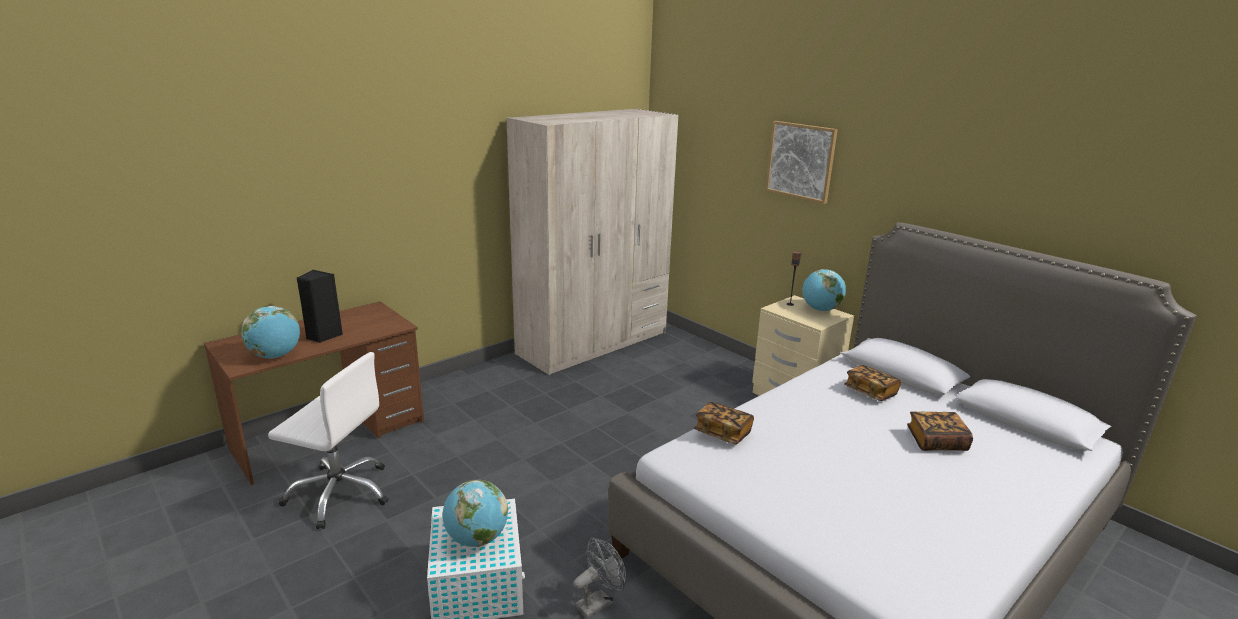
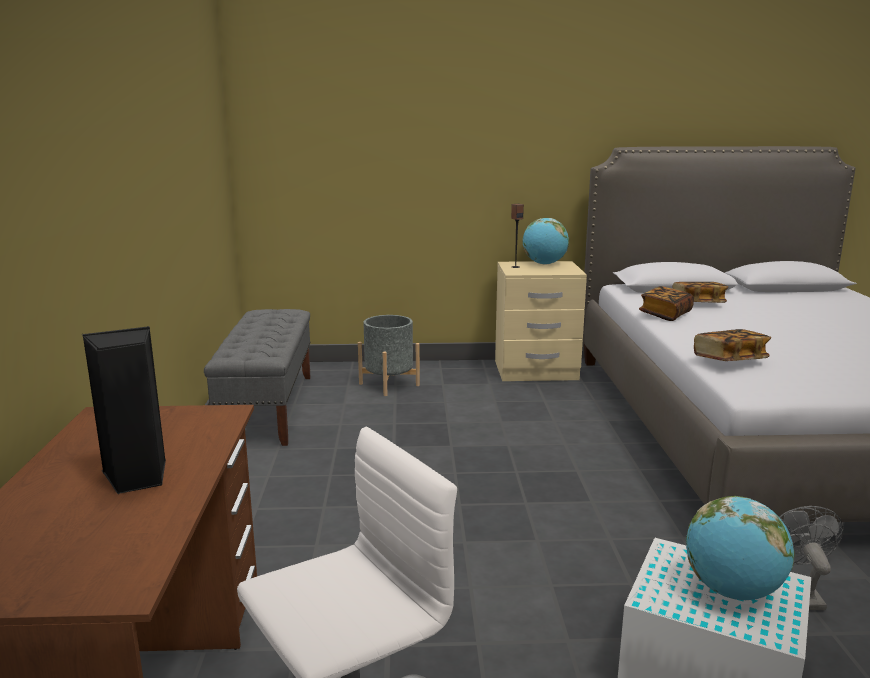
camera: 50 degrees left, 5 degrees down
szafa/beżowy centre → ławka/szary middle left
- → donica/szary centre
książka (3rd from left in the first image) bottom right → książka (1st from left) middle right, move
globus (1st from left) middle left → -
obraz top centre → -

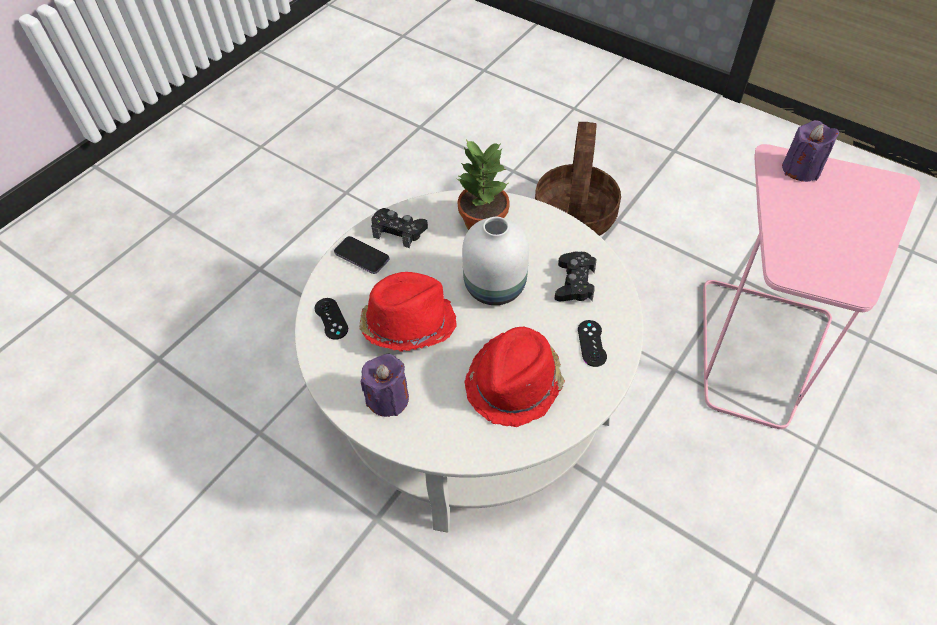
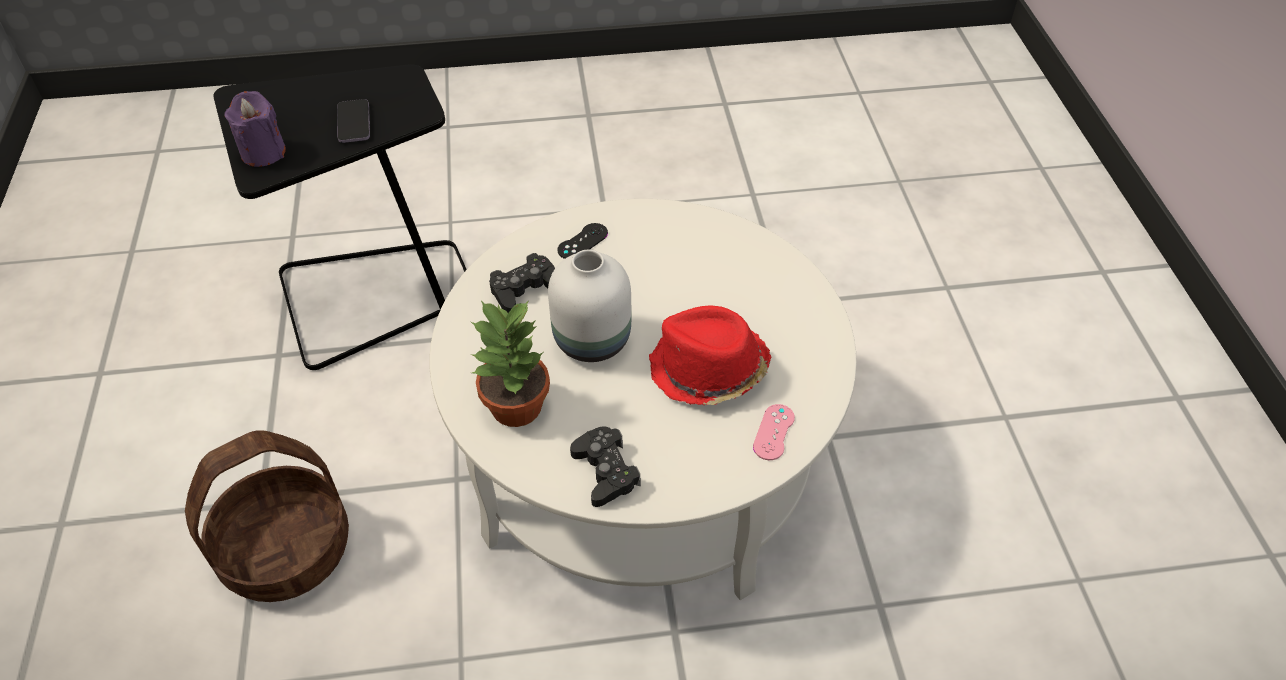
camera: 135 degrees left, 5 degrees down
stolik/różowy middle right → stolik/czarny top left
telefon centre → telefon top left, move
pad do gier/czarny (1st from left) centre → pad do gier/różowy centre
świeca/fioletowy (1st from left) centre → -
kapelusz/czerwony (2nd from left) centre → -

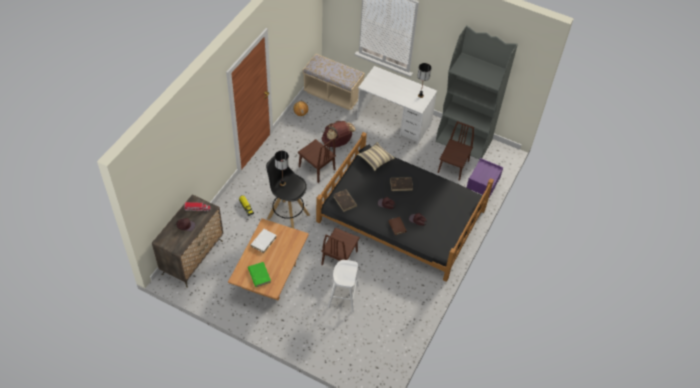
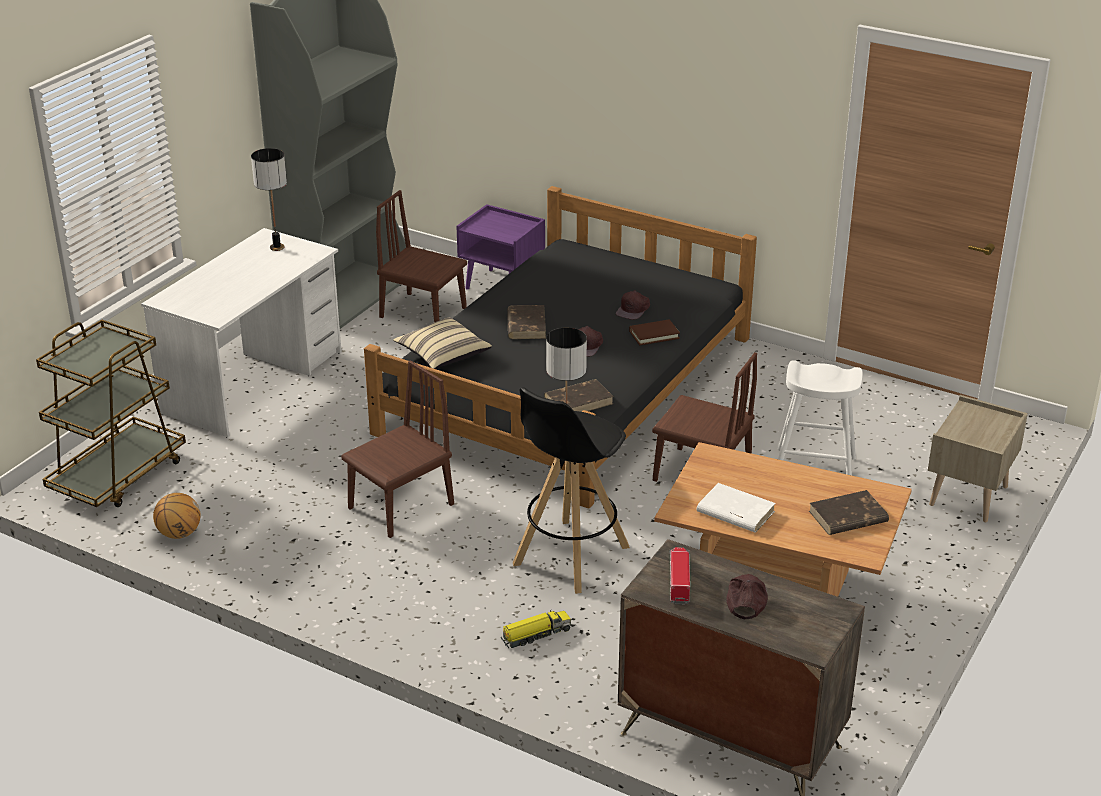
camera: 85 degrees left, 20 degrees down
ławka/beżowy top centre → wózek/brązowy middle left
książka/zielony bottom centre → książka/brązowy (4th from left) middle right
- → szafka nocna/beżowy middle right
plecak/brązowy centre → -

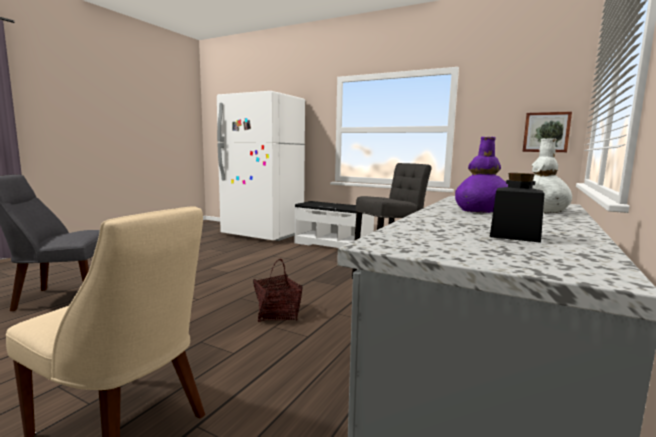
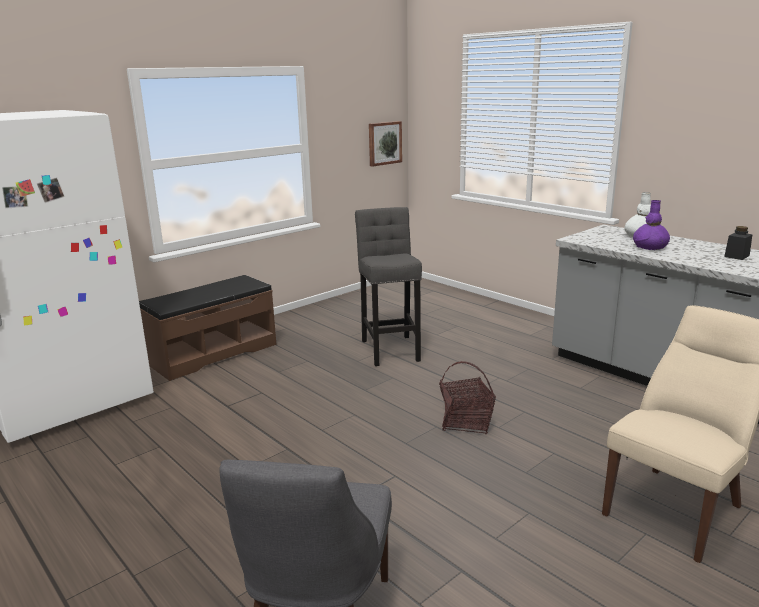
camera: 70 degrees left, 10 degrees up
ławka/biały centre → ławka/brązowy middle left

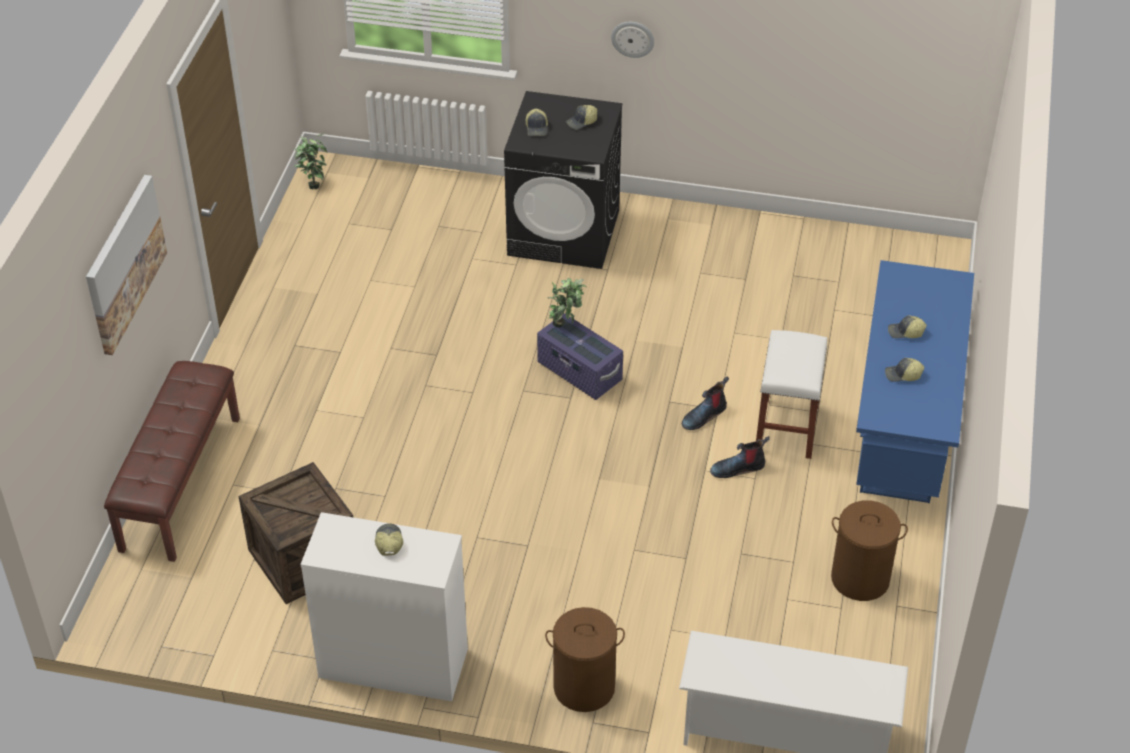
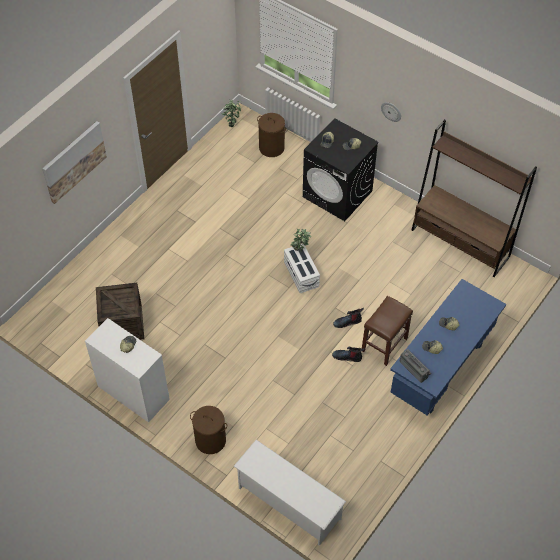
camera: 25 degrees right, 10 degrees up
kosz na pranie/brązowy (2nd from left) bottom right → kosz na pranie/brązowy (2nd from left) top centre, move
pojemnik do przechowywania/fioletowy centre → pojemnik do przechowywania/biały centre
stołek/biały middle right → stołek/brązowy middle right
- → radio middle right
- → regał/brązowy middle right
ławka/brązowy middle left → -

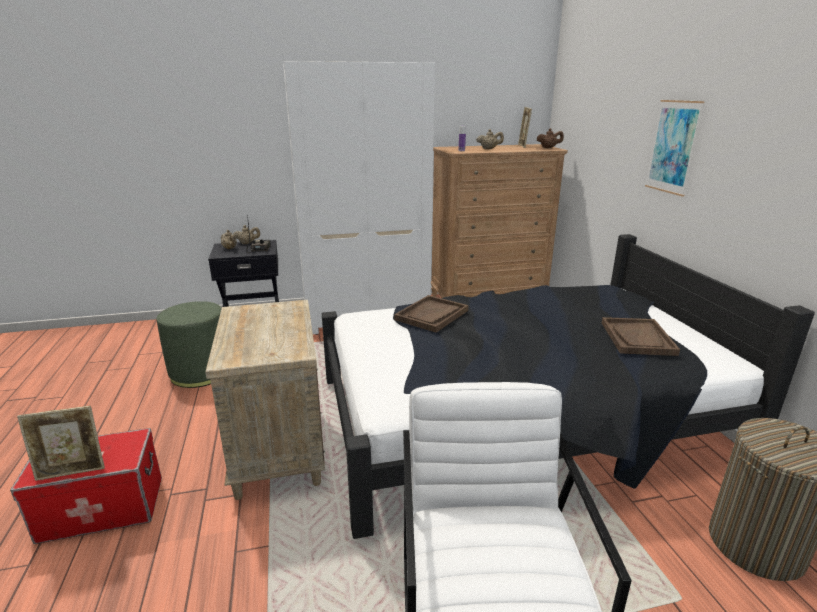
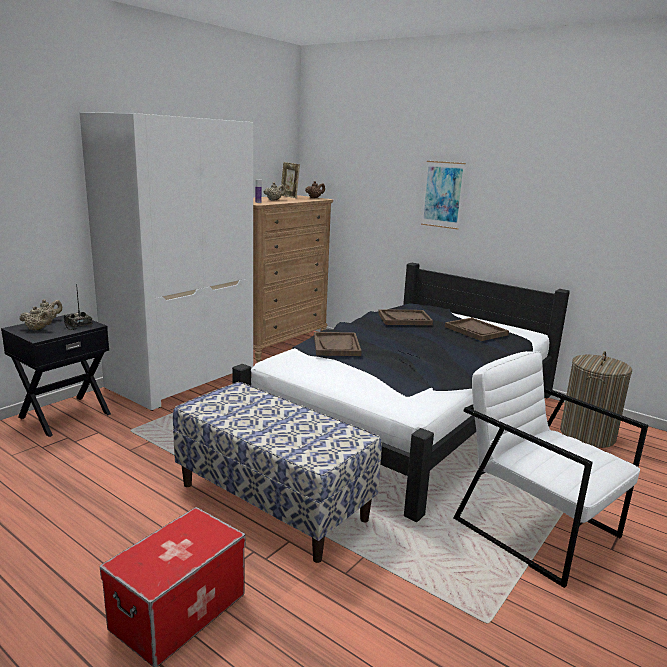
camera: 40 degrees left, 5 degrees down
szafka nocna/beżowy middle left → ławka bottom centre
- → taca/brązowy (2nd from left) centre
ramka na zdjęcie (1st from left) bottom left → -
pufa/zielony middle left → -

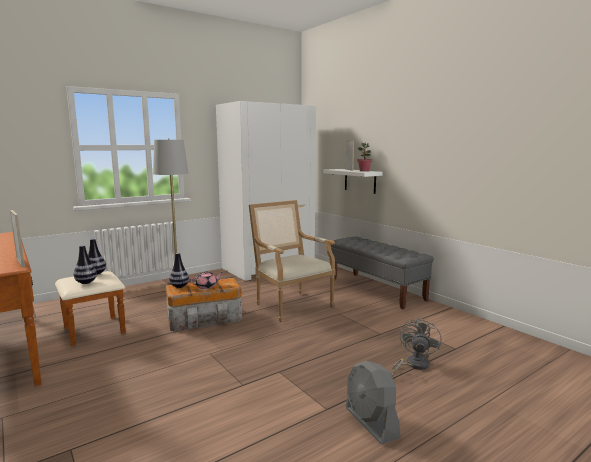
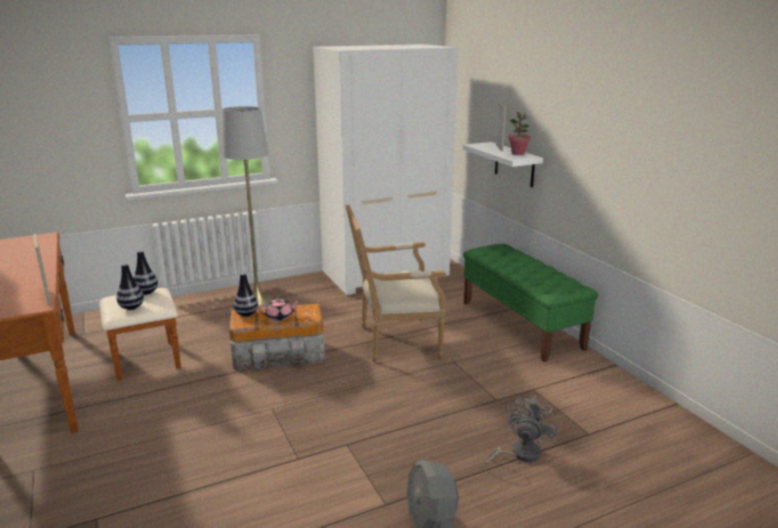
camera: 10 degrees right, 10 degrees up
fotel centre, 75 degrees counterclockwise
ławka/szary centre → ławka/zielony middle right

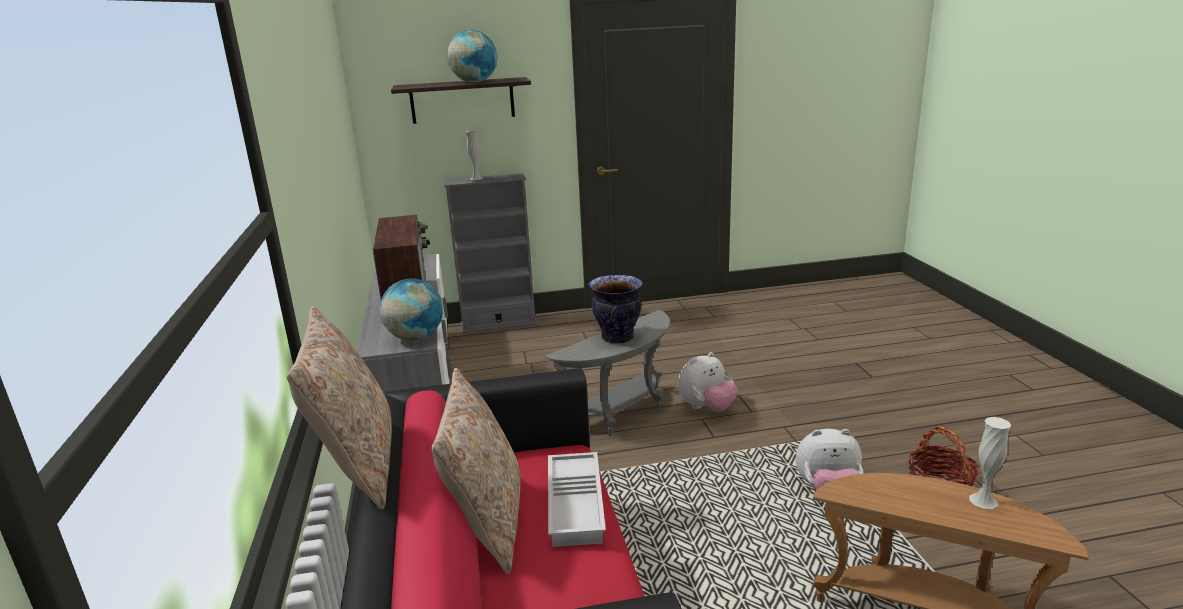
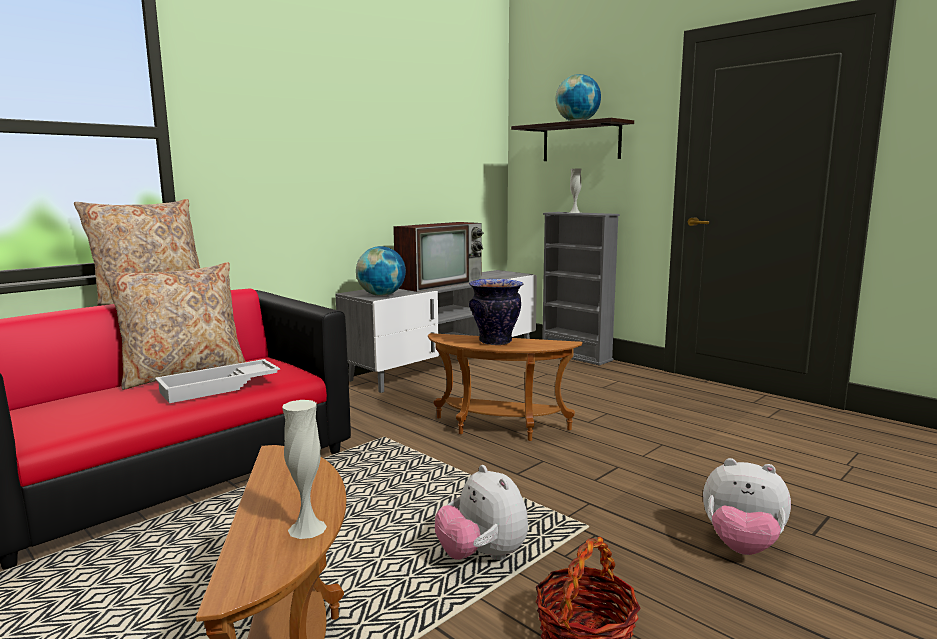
camera: 55 degrees right, 10 degrees down
stolik/szary centre → stolik/brązowy (2nd from left) centre
pluszak (1st from left in the first image) centre → pluszak (2nd from left) bottom right, move

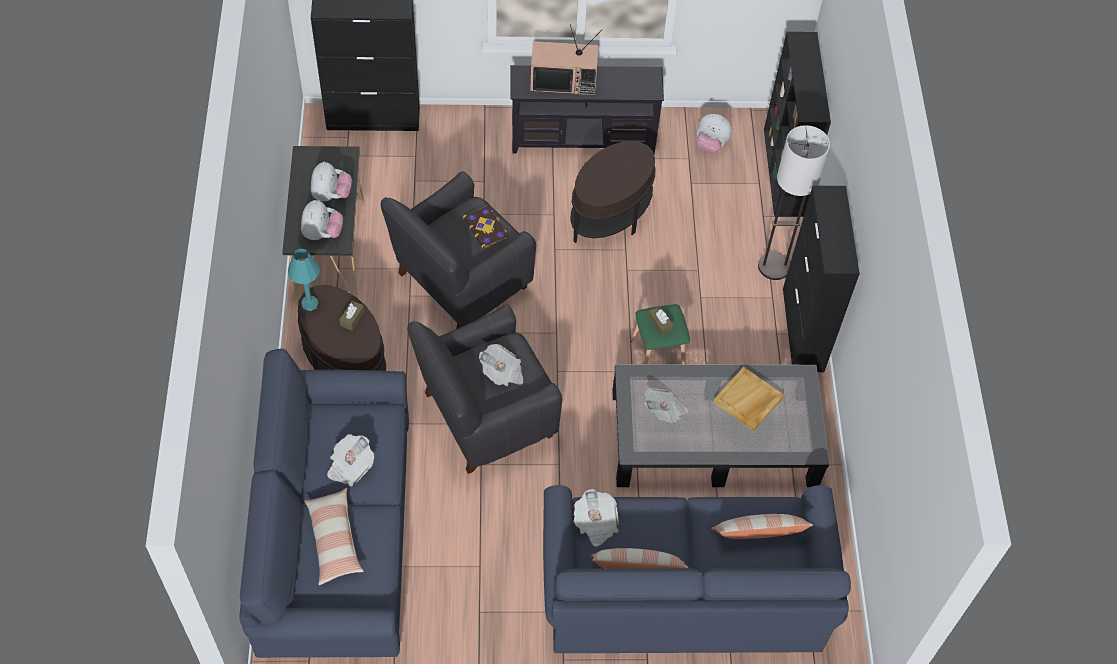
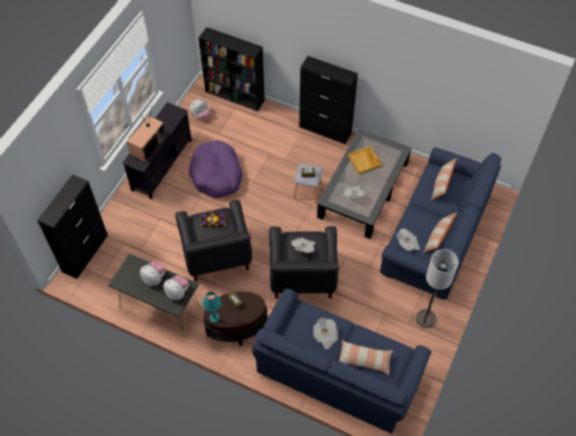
camera: 60 degrees left, 0 degrees up
stolik/brązowy (2nd from left) top centre → legowisko/fioletowy centre
stołek/zielony centre → stołek/szary centre
lampa stojąca top right → lampa stojąca middle right, move

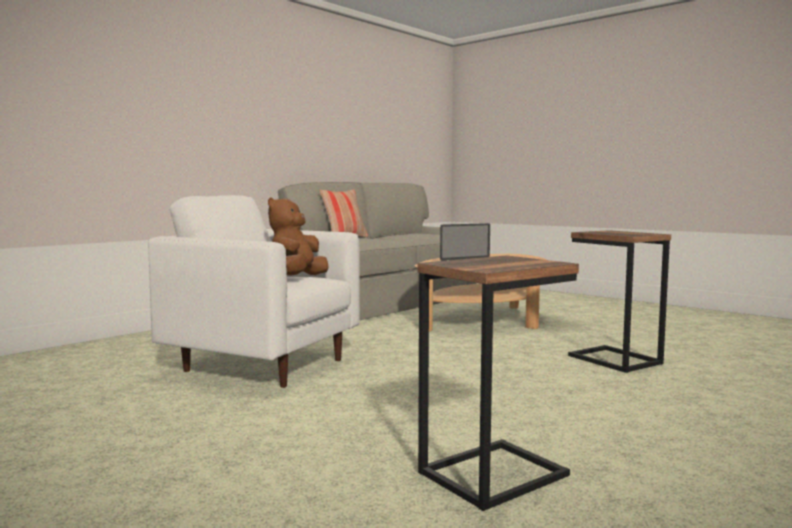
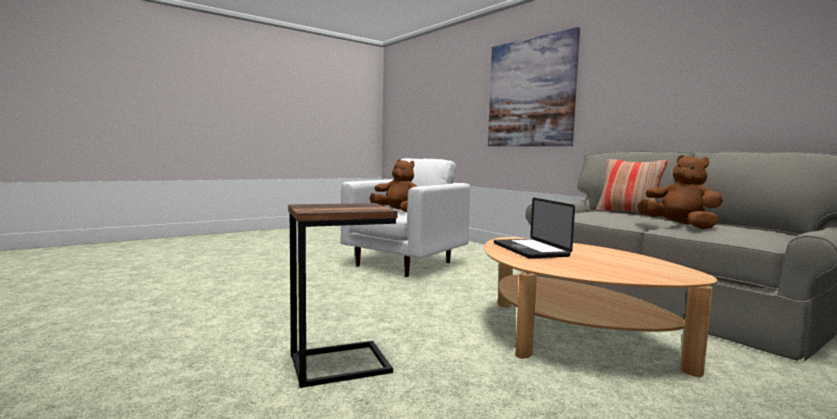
camera: 100 degrees right, 0 degrees up
- → obraz top centre
- → pluszak/brązowy (2nd from left) middle right
stolik (1st from left) bottom centre → -

